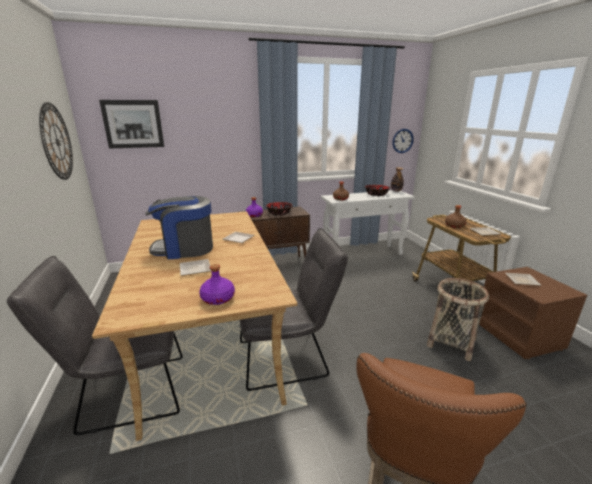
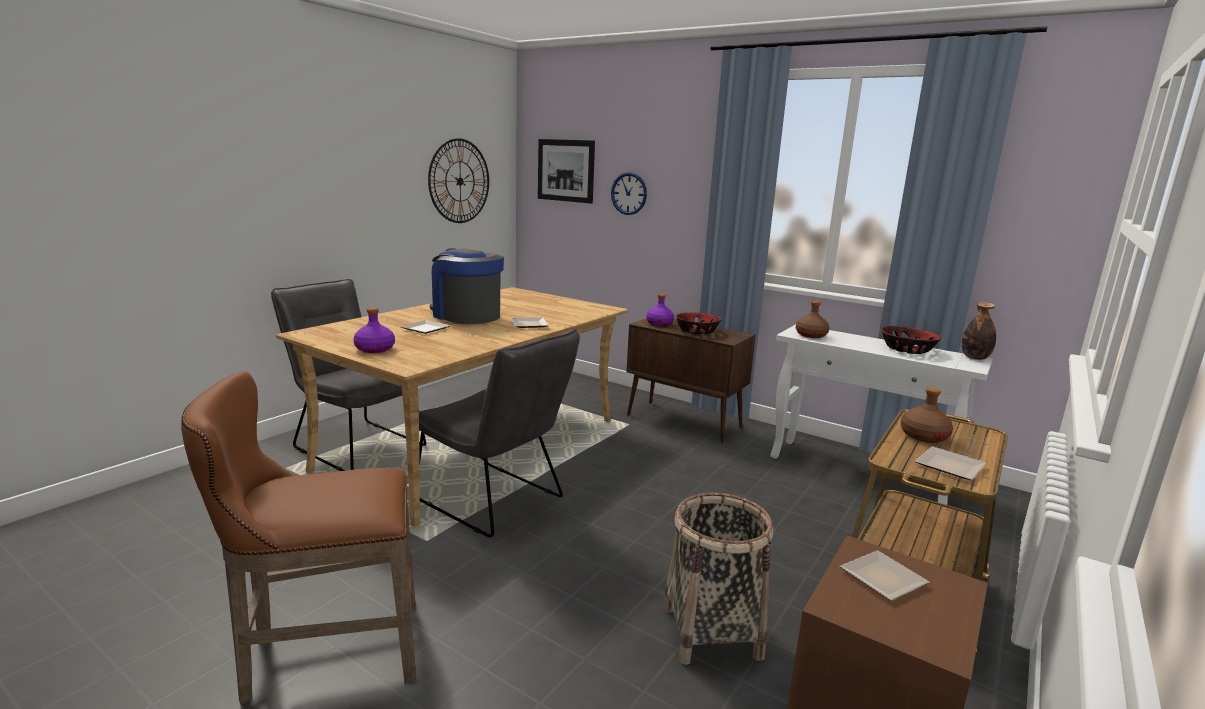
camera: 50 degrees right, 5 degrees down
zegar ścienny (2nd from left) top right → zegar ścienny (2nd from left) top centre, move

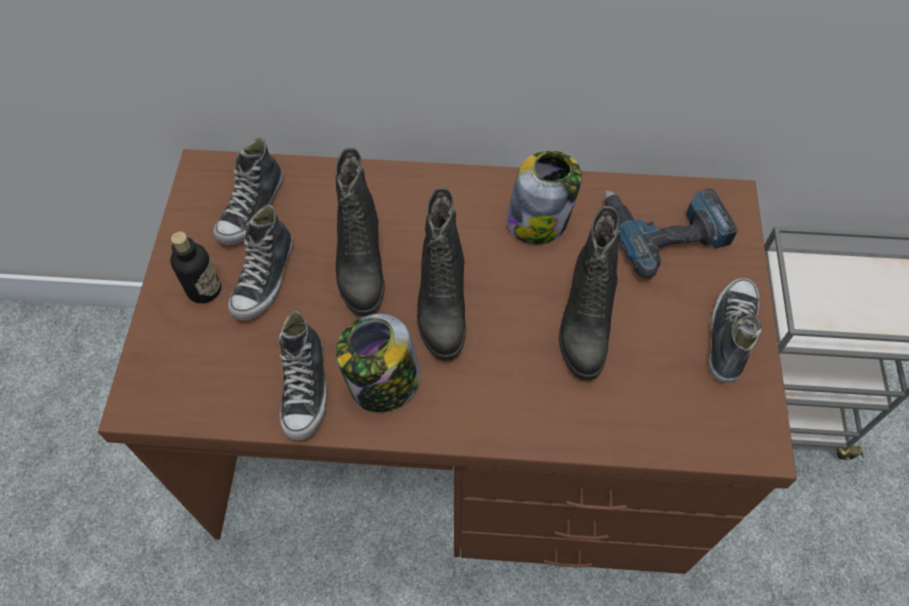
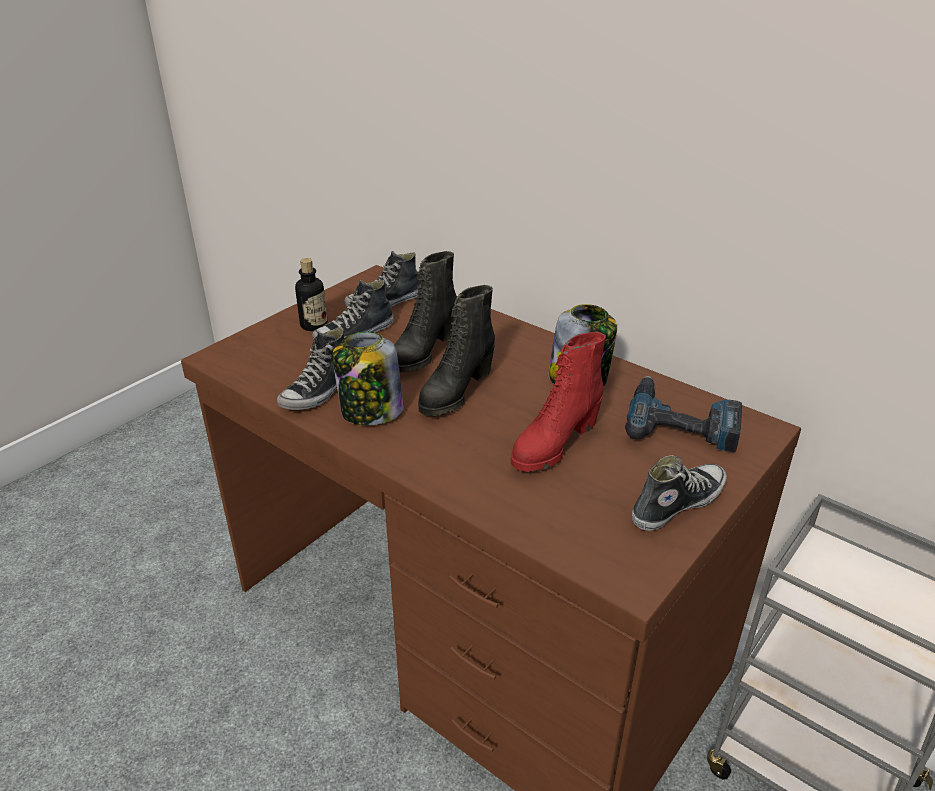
camera: 35 degrees right, 25 degrees down
but z cholewką/czarny (3rd from left) centre → but z cholewką/czerwony centre

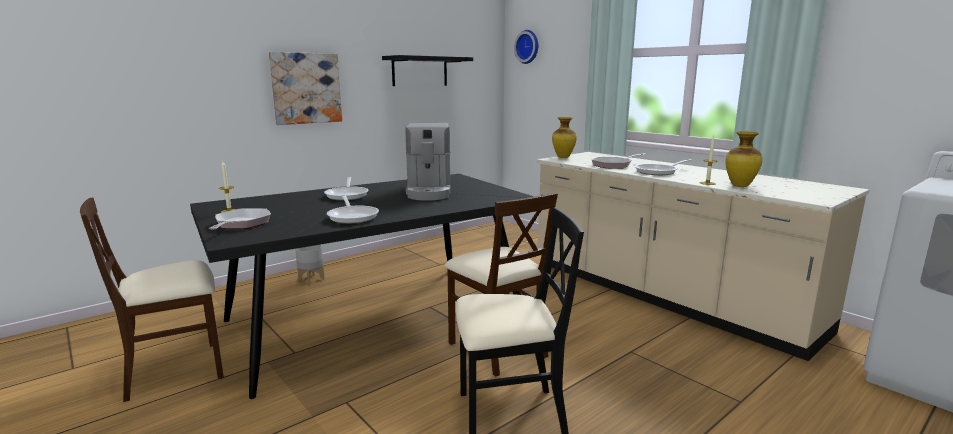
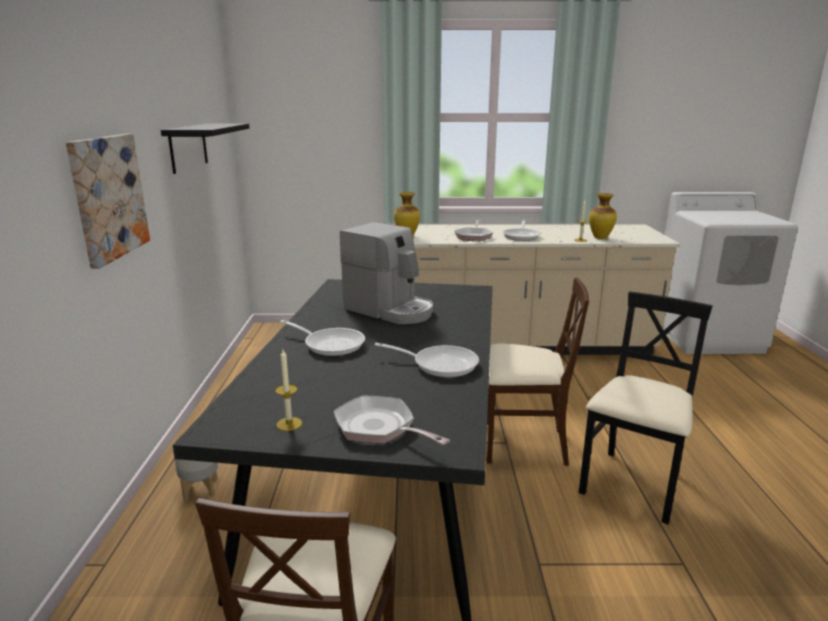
camera: 50 degrees left, 5 degrees up
zegar ścienny top centre → -

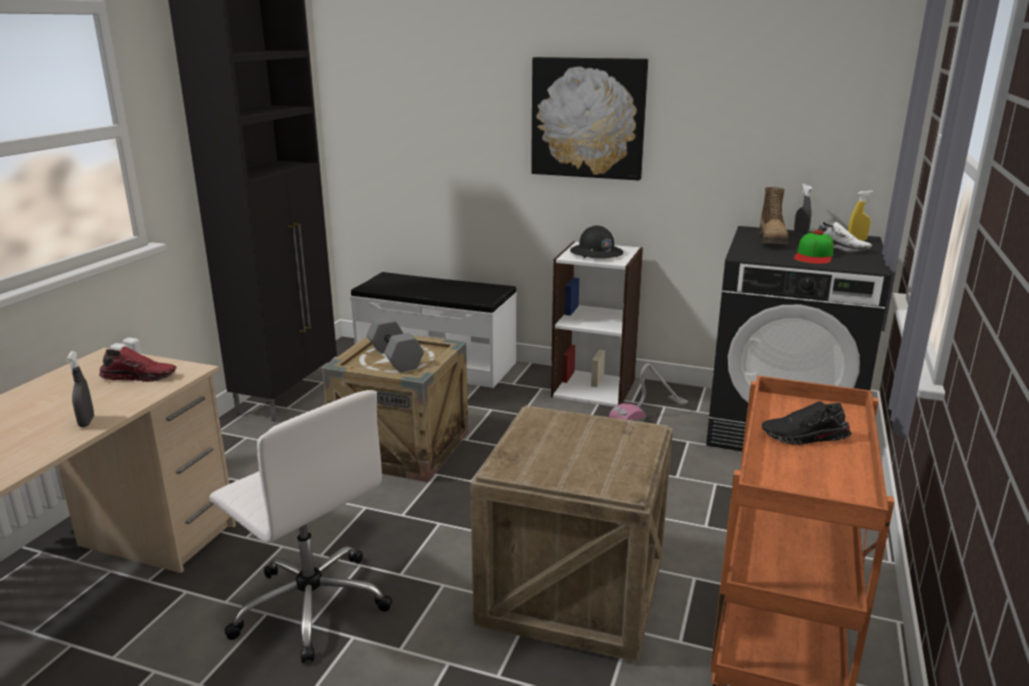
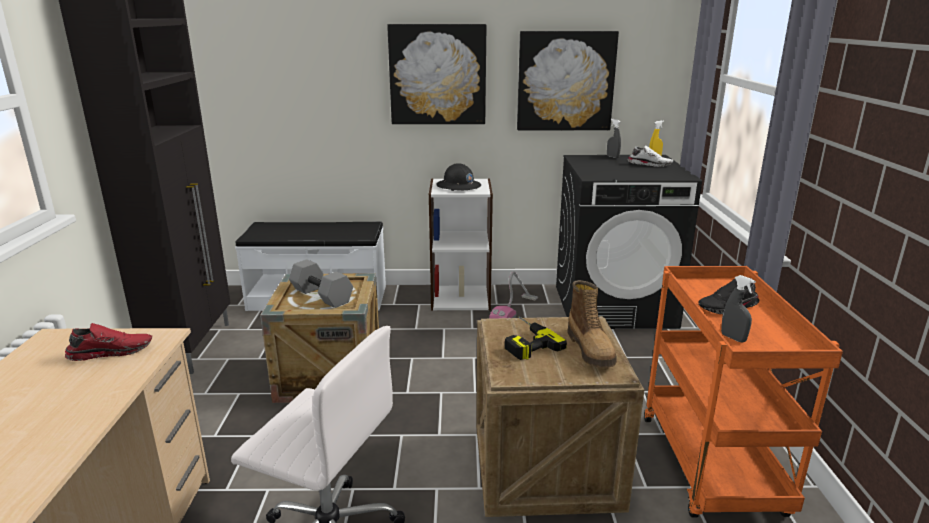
camera: 20 degrees left, 0 degrees up
- → wiertarka centre
- → obraz (2nd from left) top centre
but z cholewką top right → but z cholewką centre, move
spryskiwacz/szary (1st from left in the first image) middle left → spryskiwacz/szary (2nd from left) middle right, move
czapka z daszkiem middle right → -

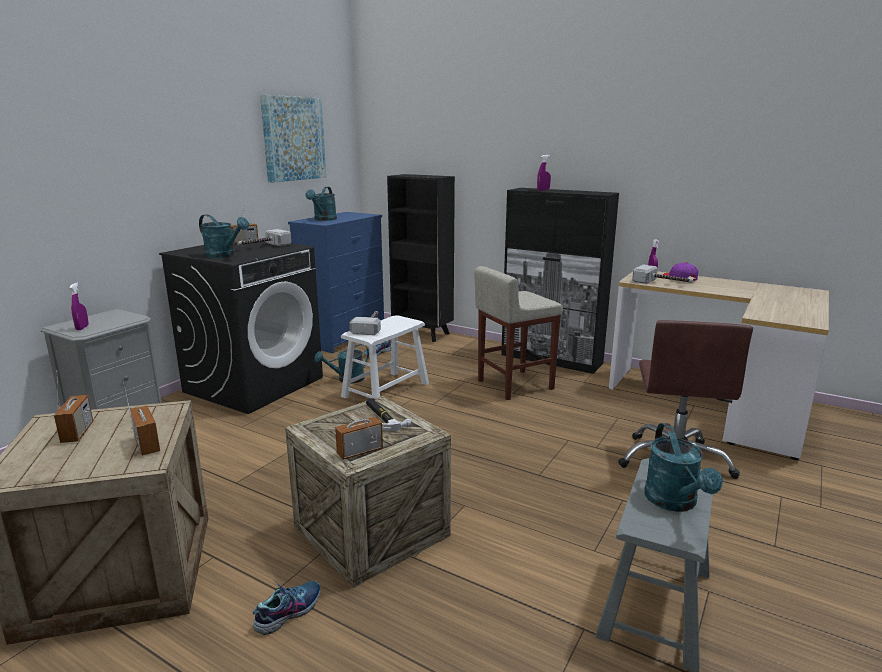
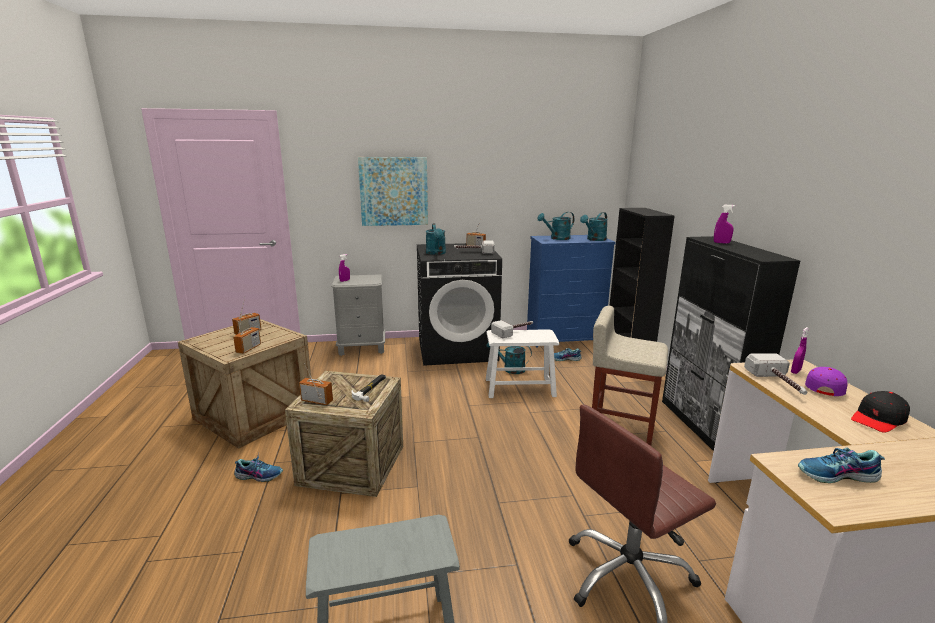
camera: 50 degrees right, 0 degrees up
obraz top left → obraz top centre, move
konewka/turkusowy (4th from left) bottom right → konewka/turkusowy (4th from left) centre, move
- → but (3rd from left) bottom right
- → czapka z daszkiem/czarny middle right

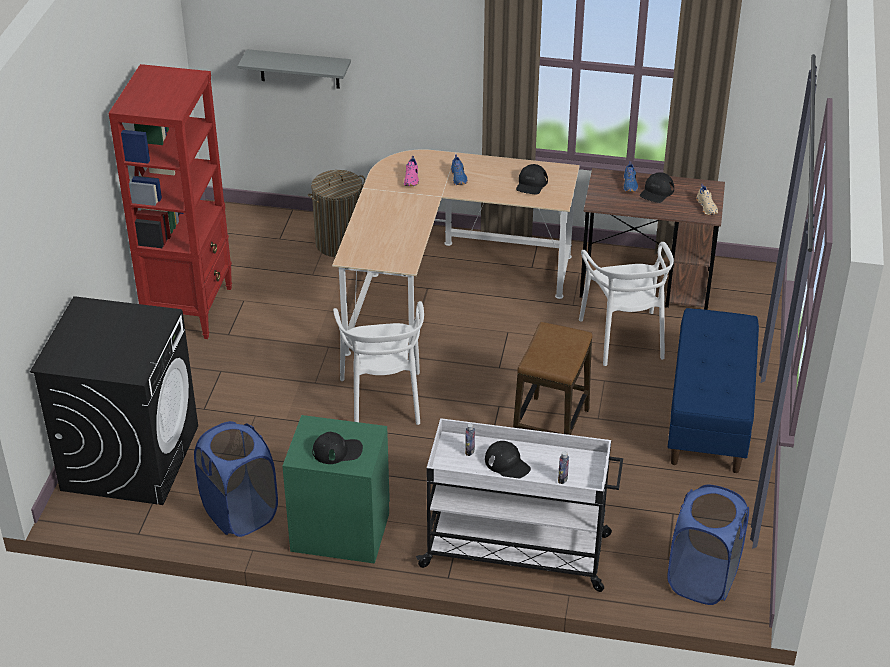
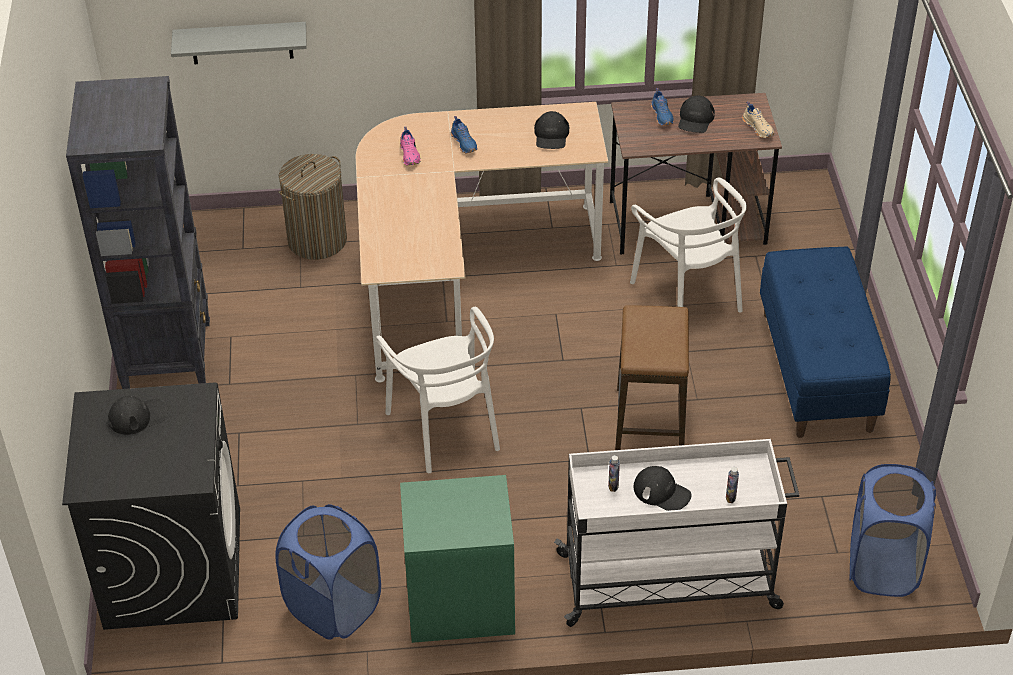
camera: 15 degrees left, 5 degrees up
regał/czerwony top left → regał/czarny middle left
czapka z daszkiem/czarny (1st from left) bottom centre → czapka z daszkiem/czarny (1st from left) middle left, move

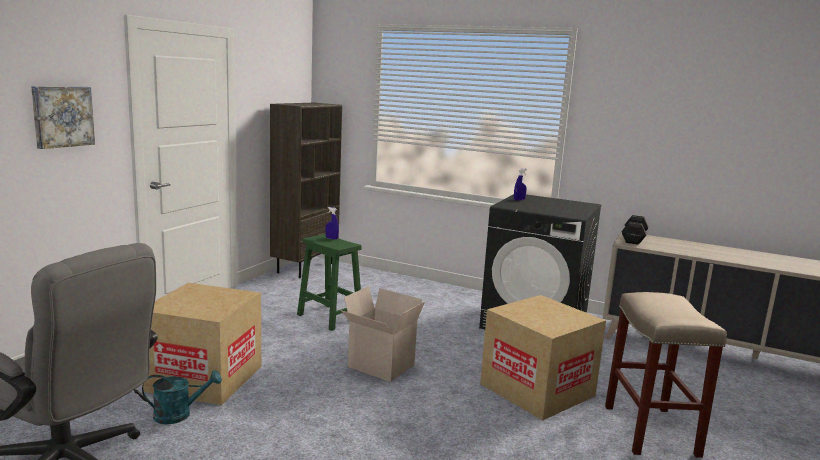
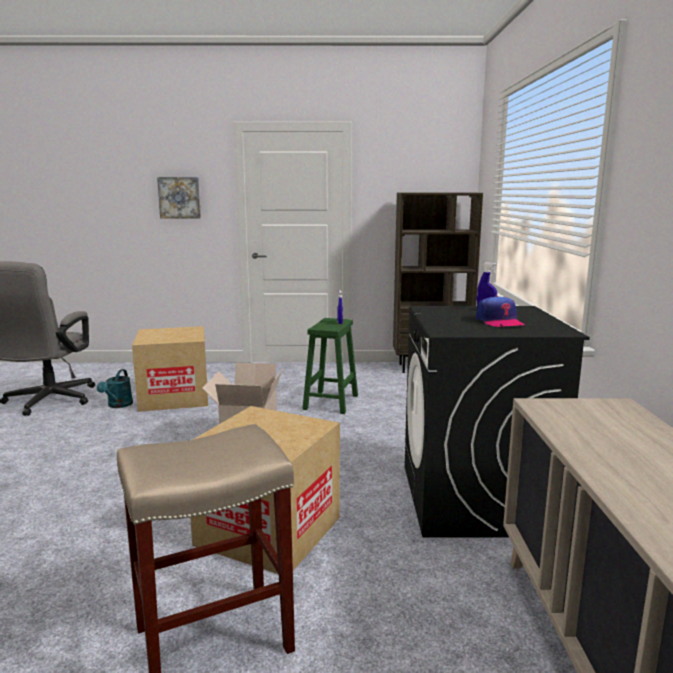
camera: 65 degrees right, 0 degrees up
konewka/turkusowy bottom left → konewka/turkusowy middle left, 45 degrees clockwise
- → czapka z daszkiem middle right
hantel/czarny middle right → -

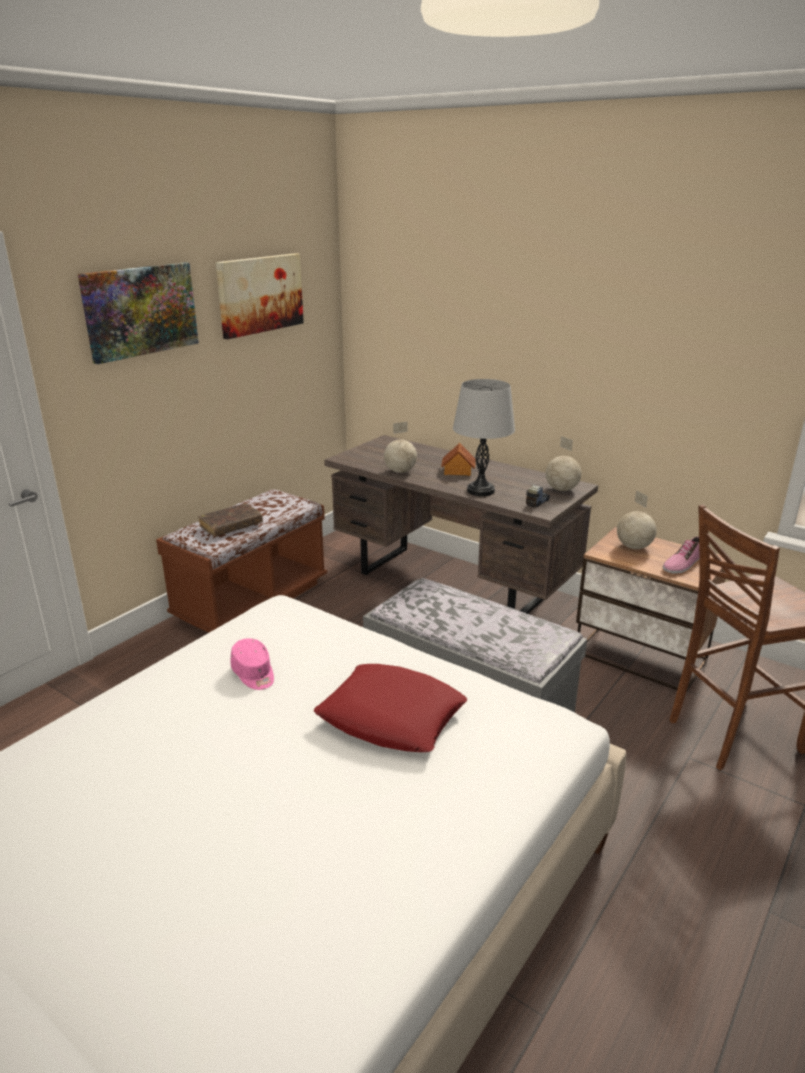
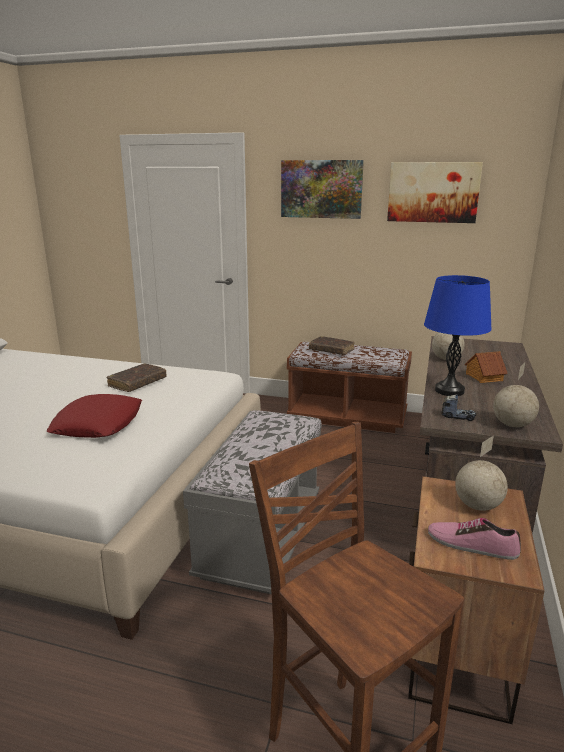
camera: 70 degrees right, 5 degrees down
czapka z daszkiem/różowy middle left → książka/brązowy (1st from left) middle left
lampa stołowa/szary centre → lampa stołowa/niebieski middle right

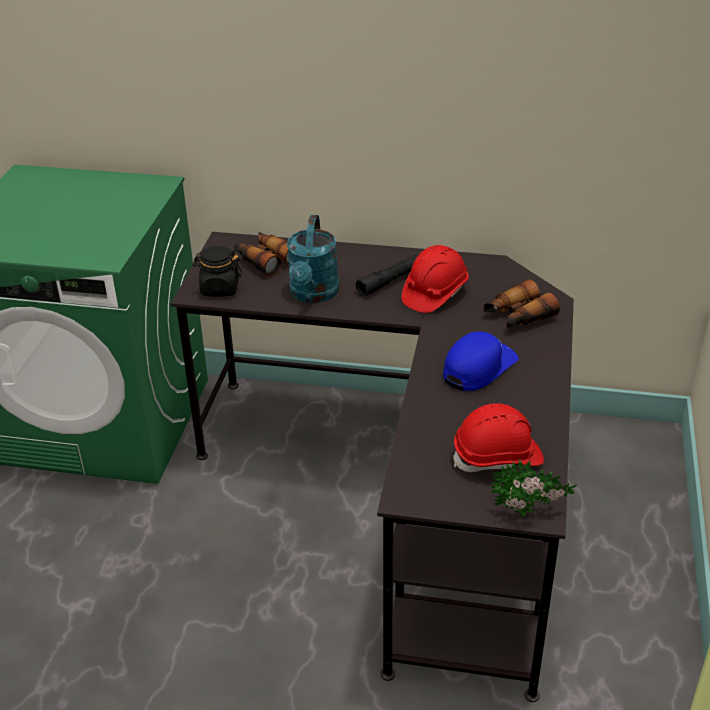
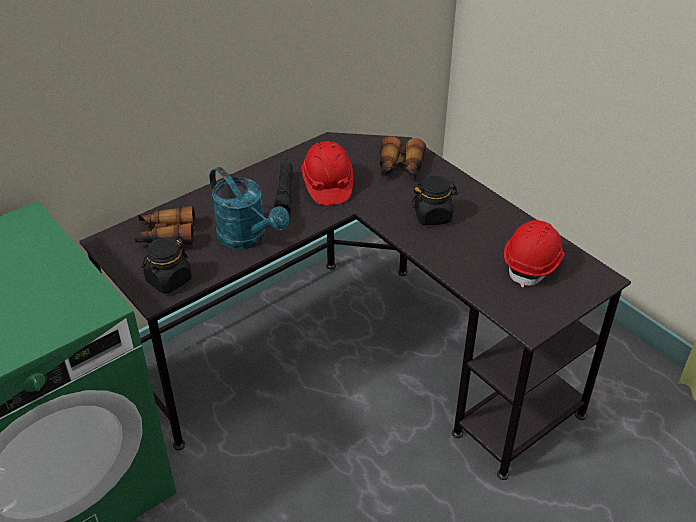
camera: 50 degrees left, 5 degrees up
czapka z daszkiem/niebieski middle right → słoik/czarny (2nd from left) centre
roślina doniczkowa bottom right → -

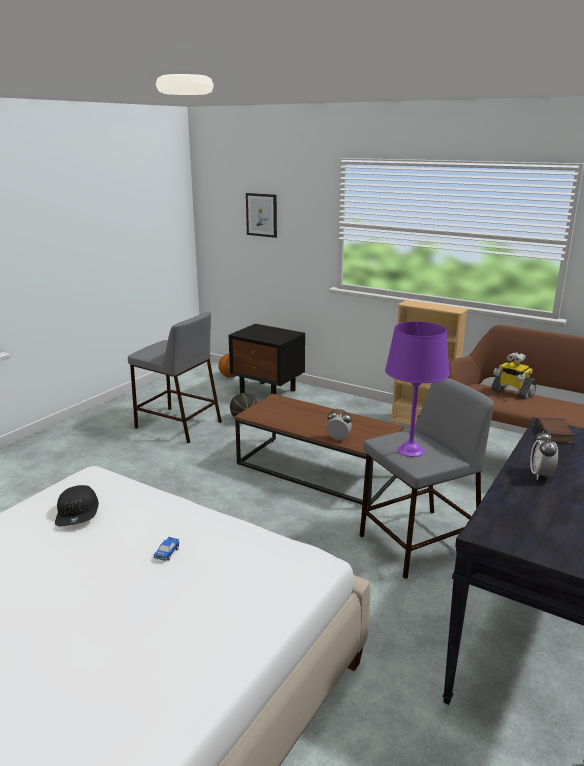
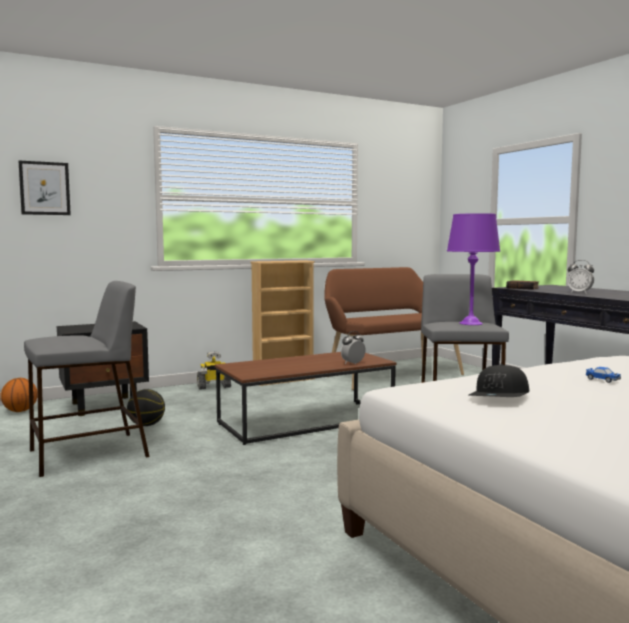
camera: 60 degrees left, 15 degrees down
robot zabawkowy middle right → robot zabawkowy centre, move
czapka z daszkiem/czarny middle left → czapka z daszkiem/czarny middle right, 105 degrees clockwise

